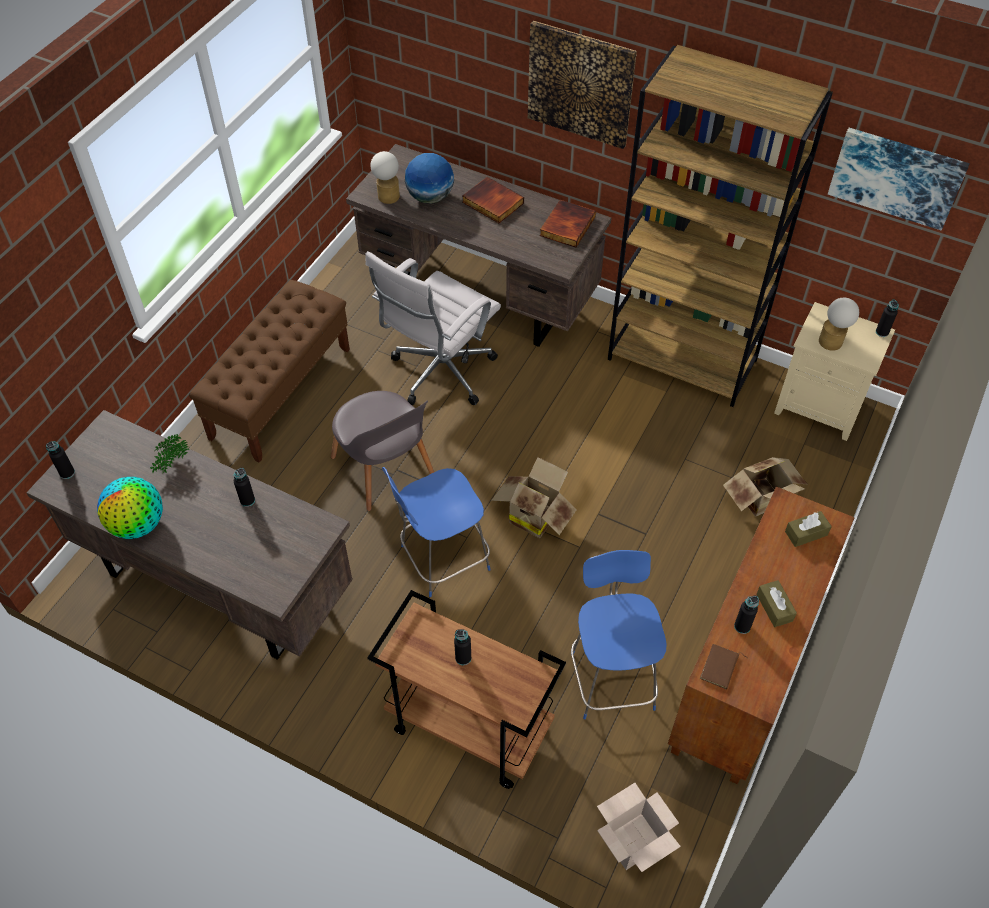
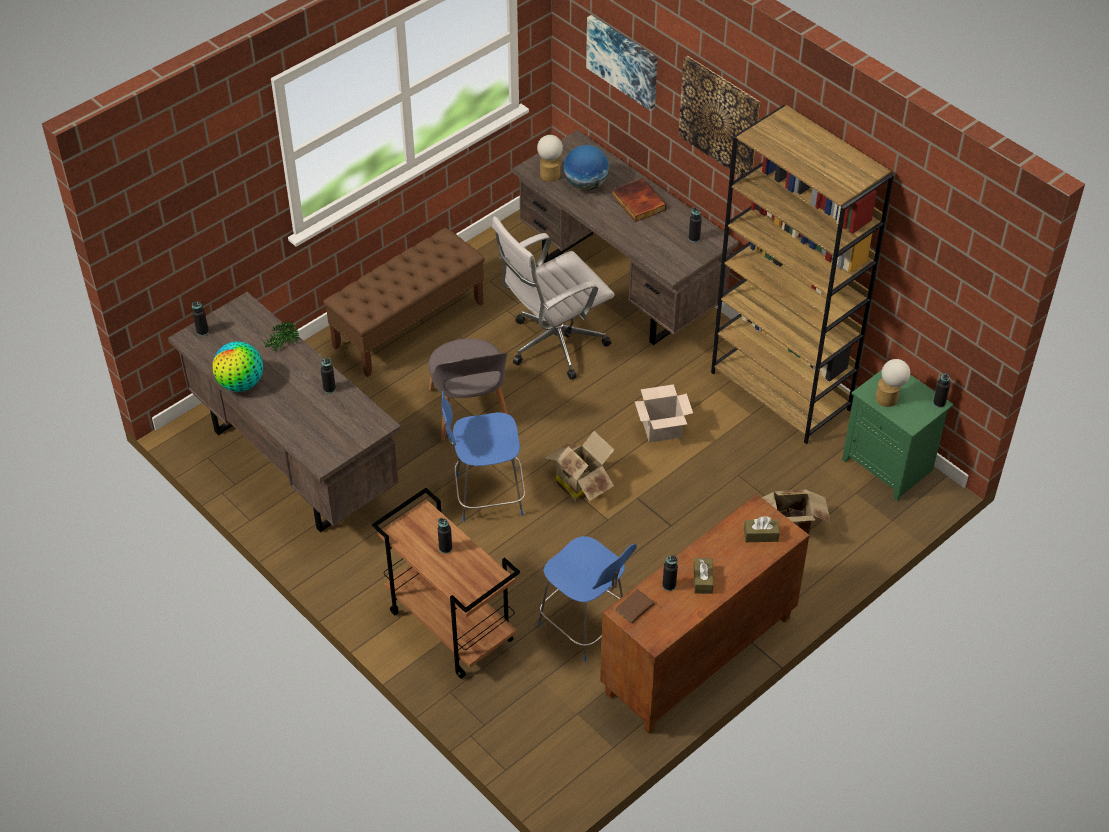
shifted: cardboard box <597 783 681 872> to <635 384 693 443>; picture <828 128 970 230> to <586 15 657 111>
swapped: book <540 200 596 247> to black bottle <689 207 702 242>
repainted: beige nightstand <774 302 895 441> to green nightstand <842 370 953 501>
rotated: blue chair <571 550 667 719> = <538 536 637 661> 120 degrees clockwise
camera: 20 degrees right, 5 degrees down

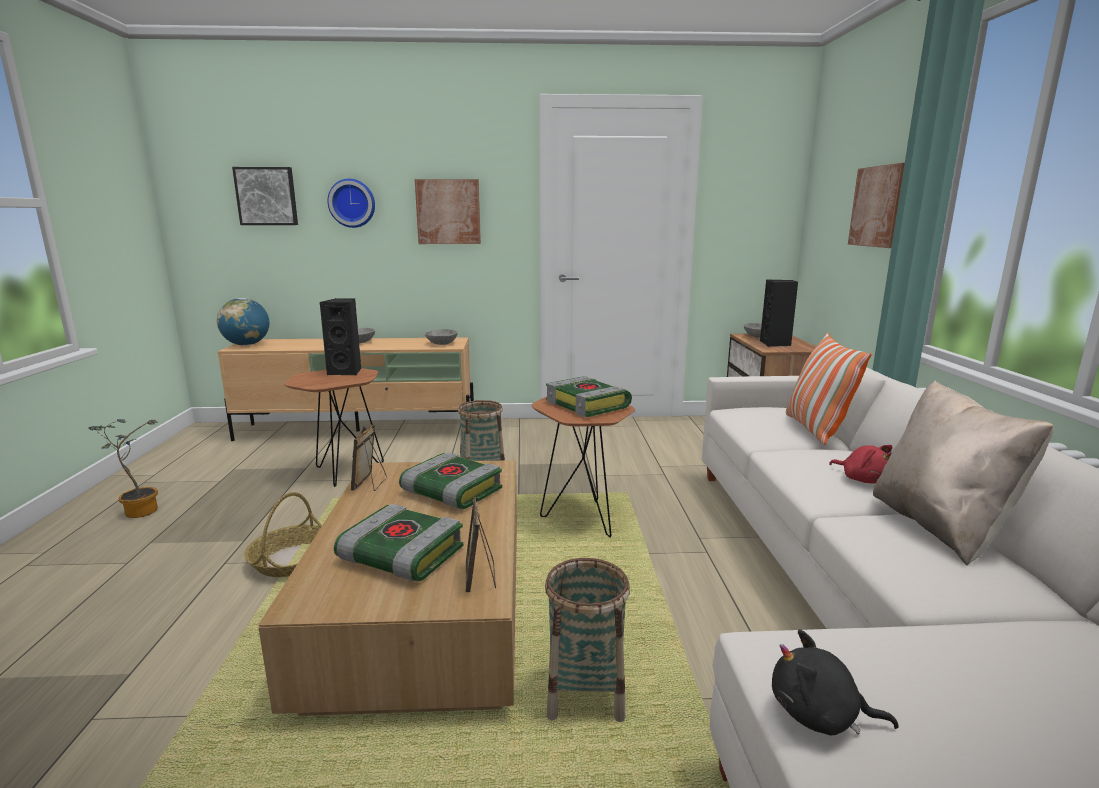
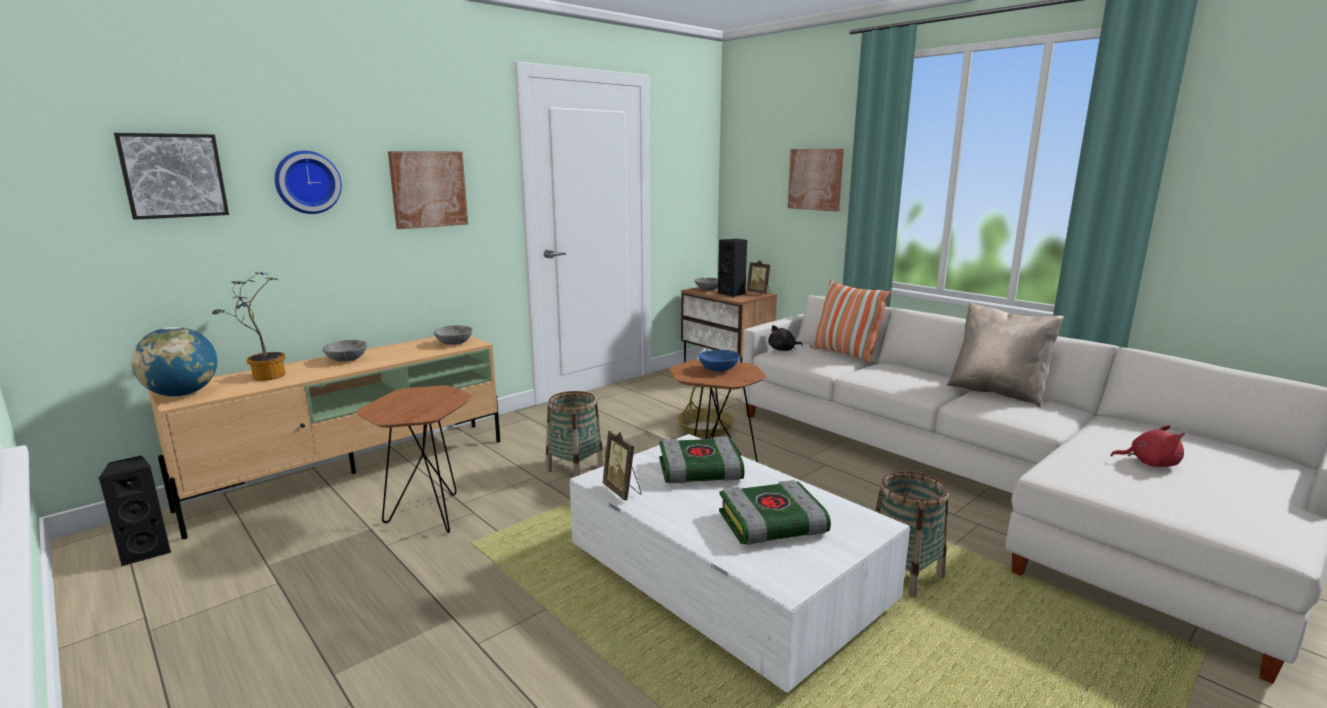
shifted: potted plant <88 419 158 518> to <212 272 286 381>; basket <244 492 322 577> to <677 386 734 438>; black speaker <320 298 362 375> to <98 456 171 567>; picture frame <466 497 496 592> to <746 260 770 294>; black plush toy <772 629 899 735> to <768 325 803 351>; red plush toy <829 445 892 483> to <1110 425 1185 467>
swapped: book <546 376 632 417> to blue bowl <699 350 740 372>
repainted: brown coffee table <258 460 517 716> to white coffee table <570 434 910 693>
camera: 40 degrees left, 0 degrees up

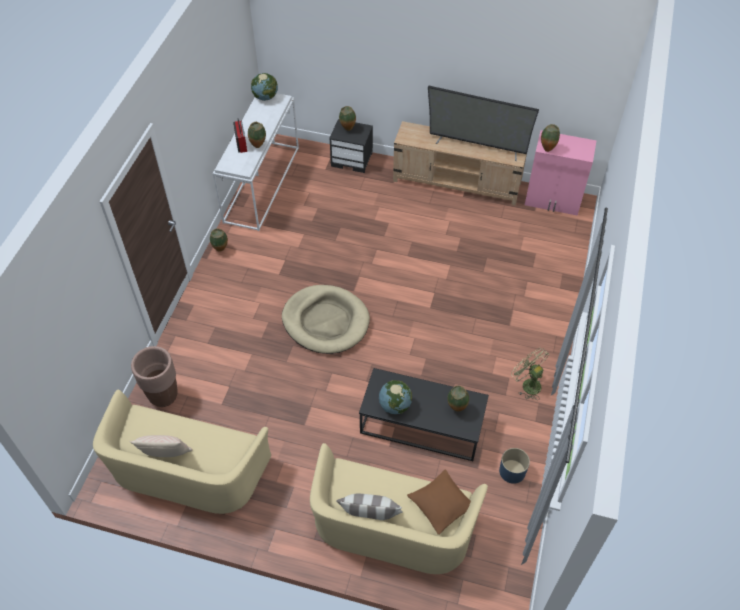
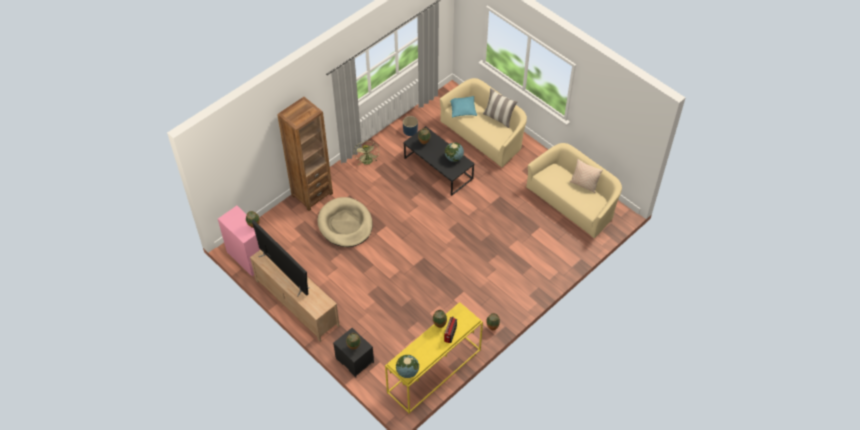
gone: brown planter <131 346 178 407>
new: brown bookcase <277 97 333 211>
shifted: beige dog bed <282 285 370 354> to <317 197 373 247>
repainted: white console table <213 93 299 231> to yellow console table <385 302 483 414>; brown pillow <407 469 471 535> to turquoise pillow <450 96 477 118>
camera: 150 degrees left, 0 degrees up

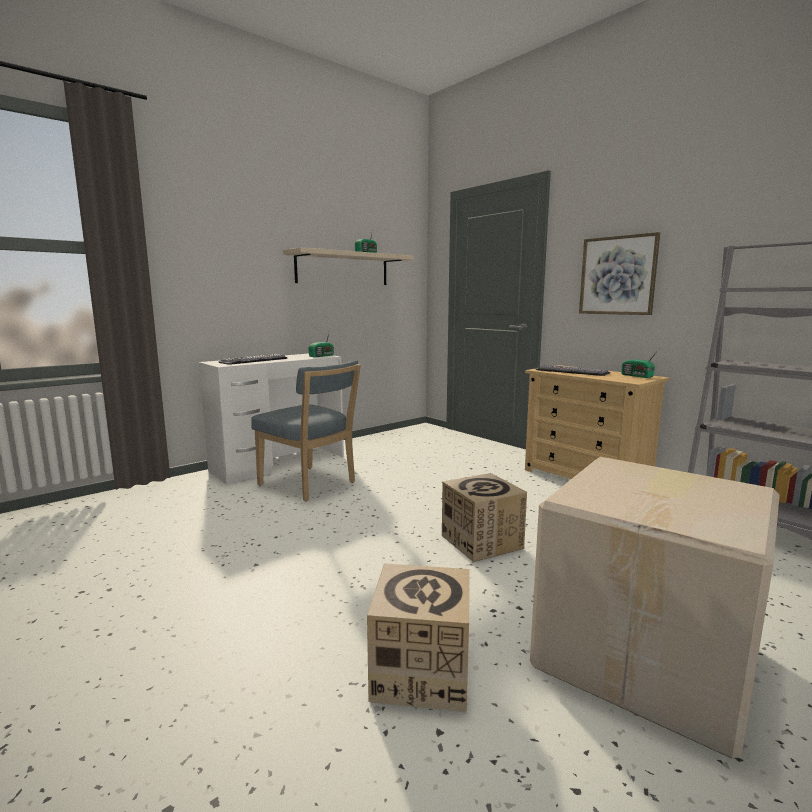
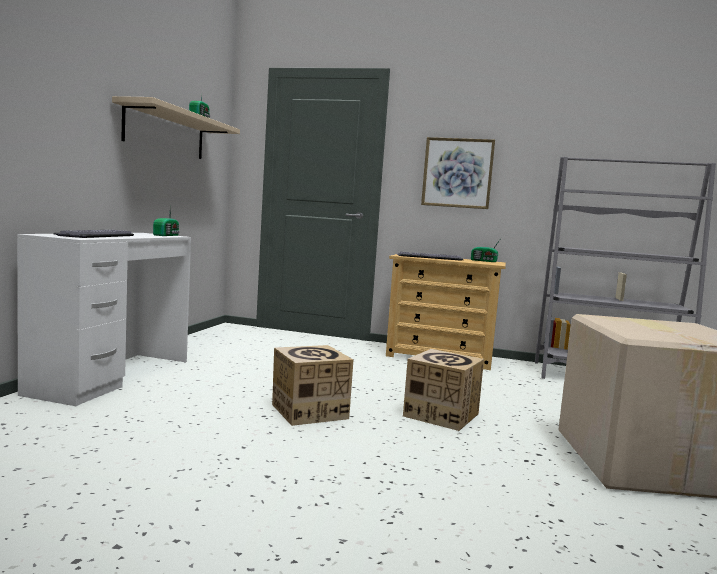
gone: blue chair <251 360 361 501>
shifted: cardboard box <367 563 470 712> to <272 345 353 426>
camera: 35 degrees left, 5 degrees down

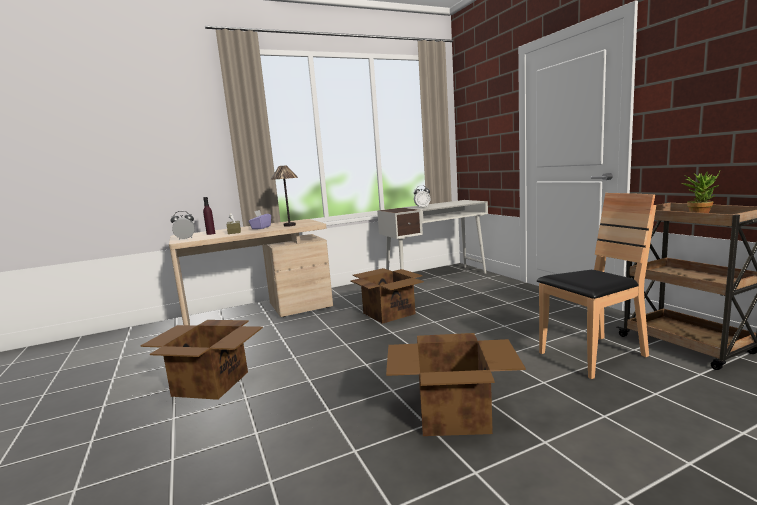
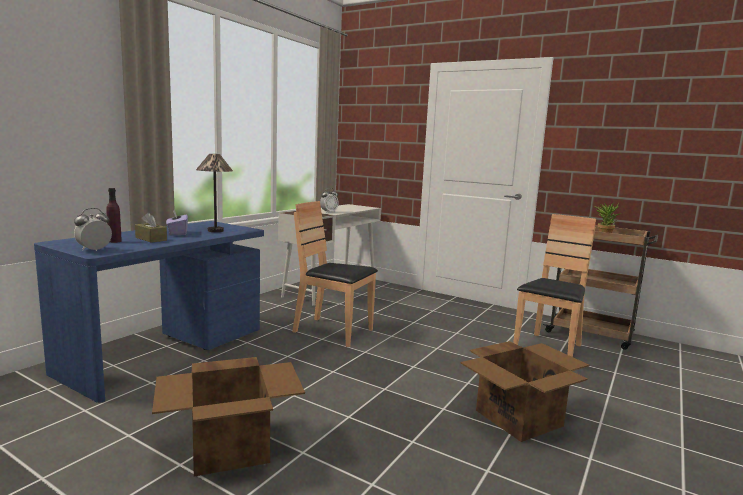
swapped: cardboard box <350 268 424 324> to brown chair <292 201 378 347>
repainted: beige desk <169 219 333 325> to blue desk <34 221 264 403>
camera: 35 degrees left, 0 degrees up

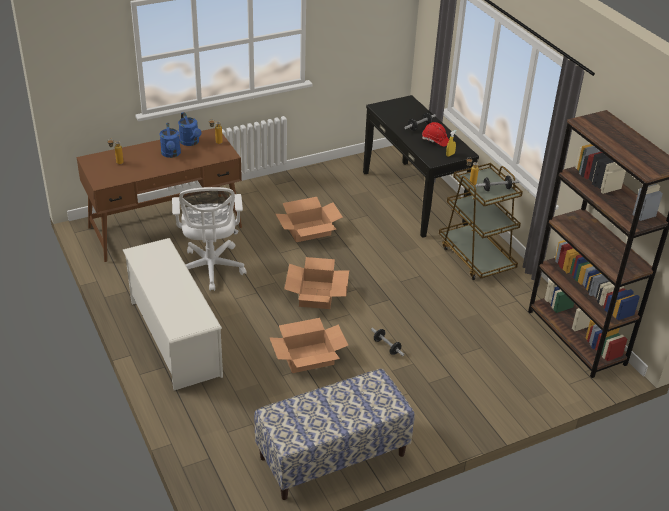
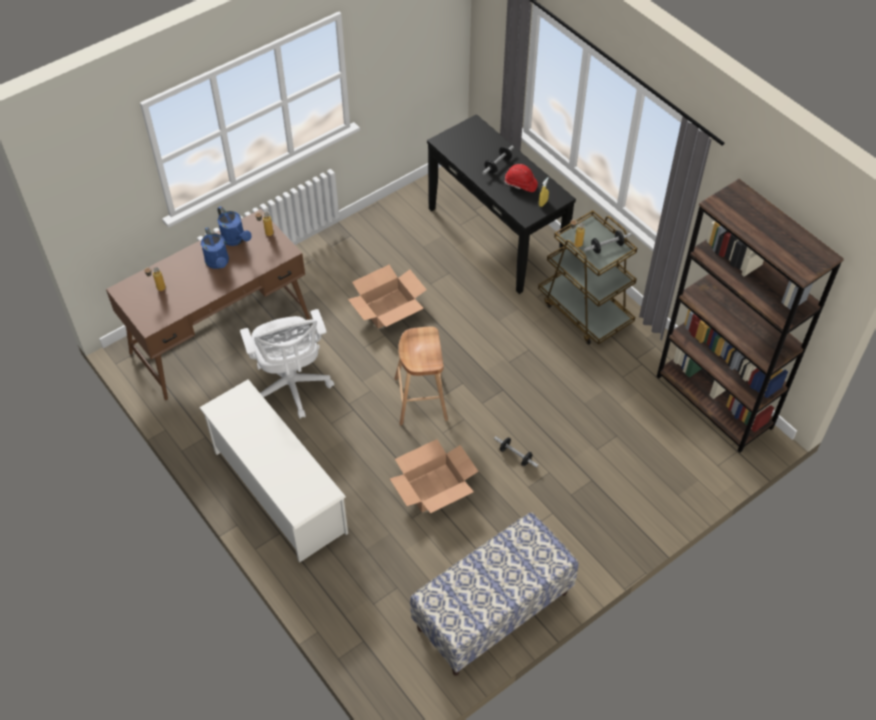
swapped: cardboard box <284 257 349 309> to brown stool <394 327 448 425>
camera: 10 degrees left, 15 degrees up

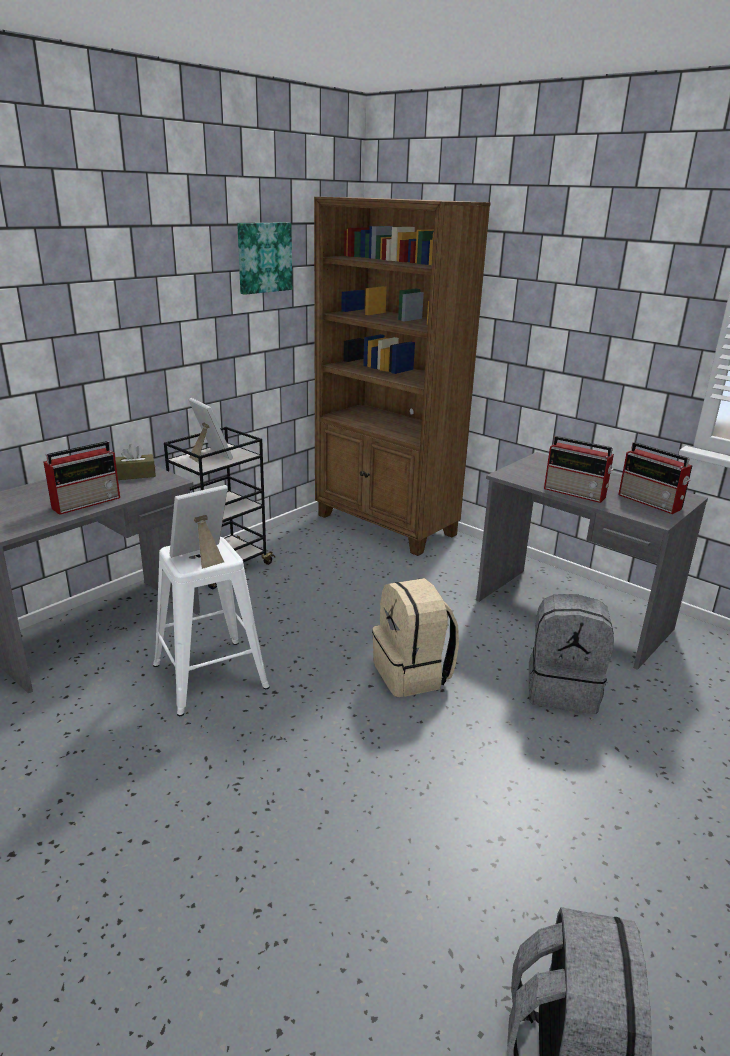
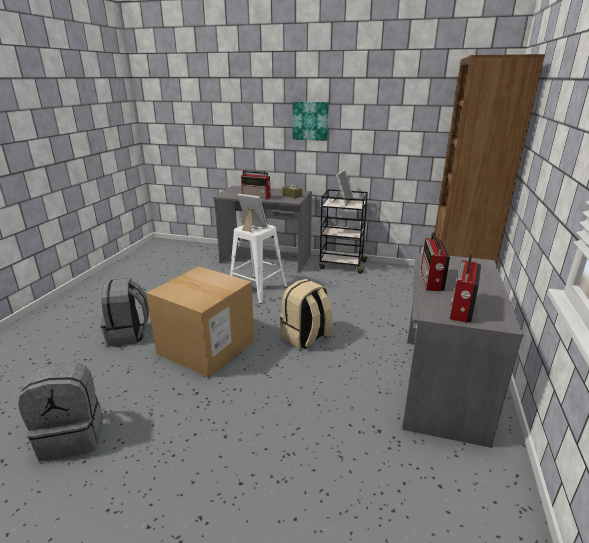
new: cardboard box <146 266 254 378>
shifted: picture <237 222 292 295> to <292 101 329 141>; grey backpack <529 594 614 714> to <100 278 149 347>
camera: 65 degrees right, 0 degrees up

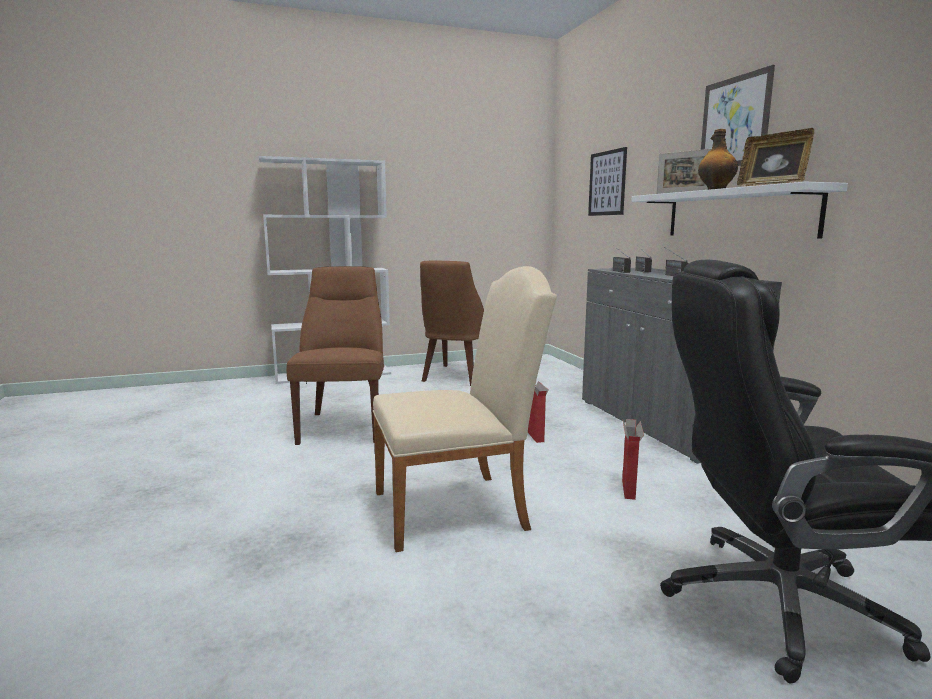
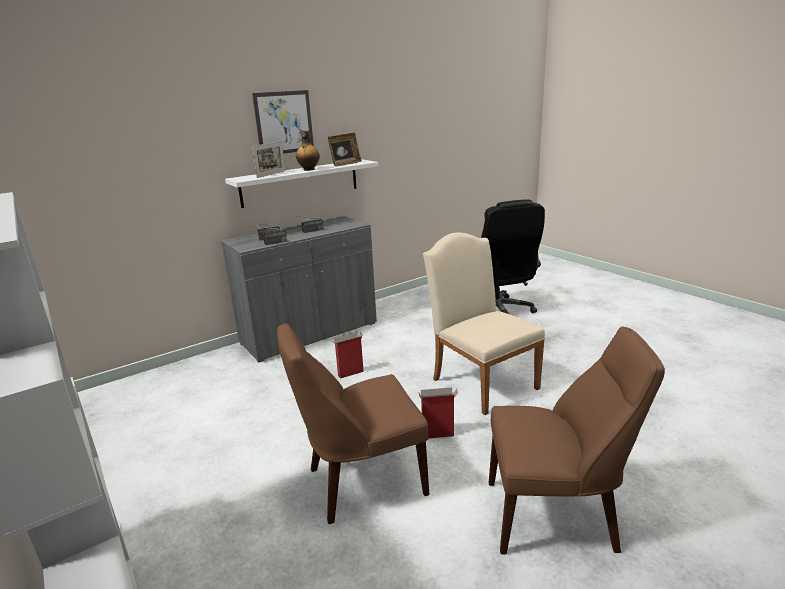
gone: picture <588 147 627 216>
shifted: brown chair <420 261 484 386> to <489 326 665 554>; cardboard box <622 419 644 500> to <418 387 458 438>
camera: 105 degrees left, 10 degrees up

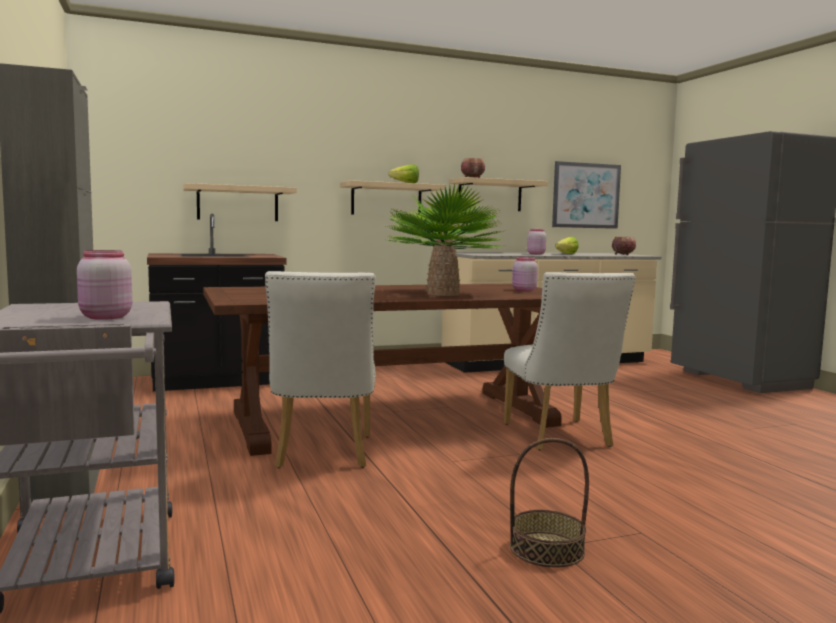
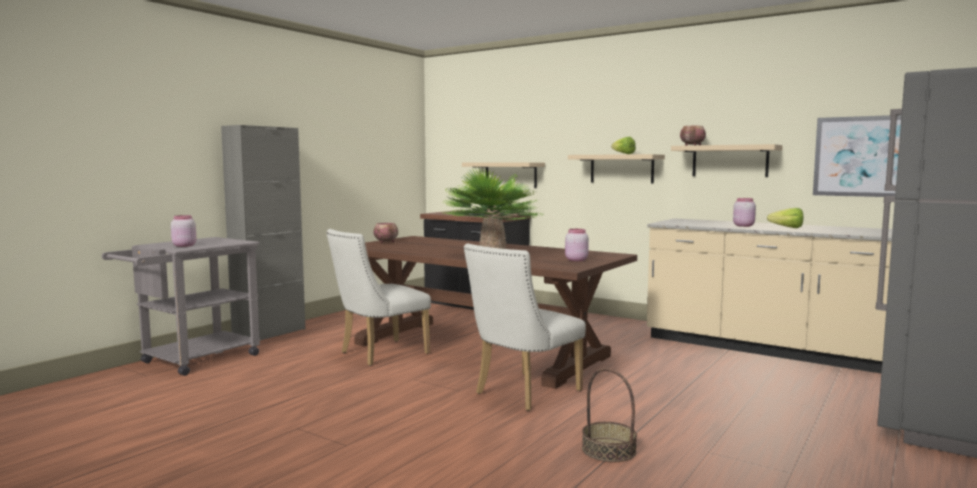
shifted: basket <510 438 589 568> to <582 368 637 462>; bowl <612 237 636 255> to <374 223 398 243>
camera: 55 degrees right, 0 degrees up

